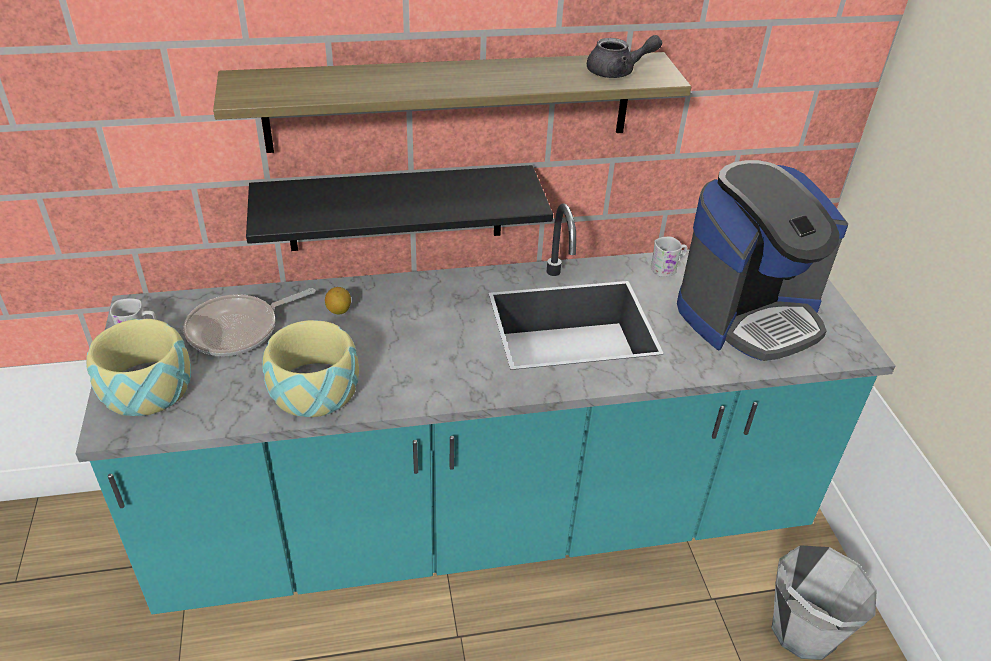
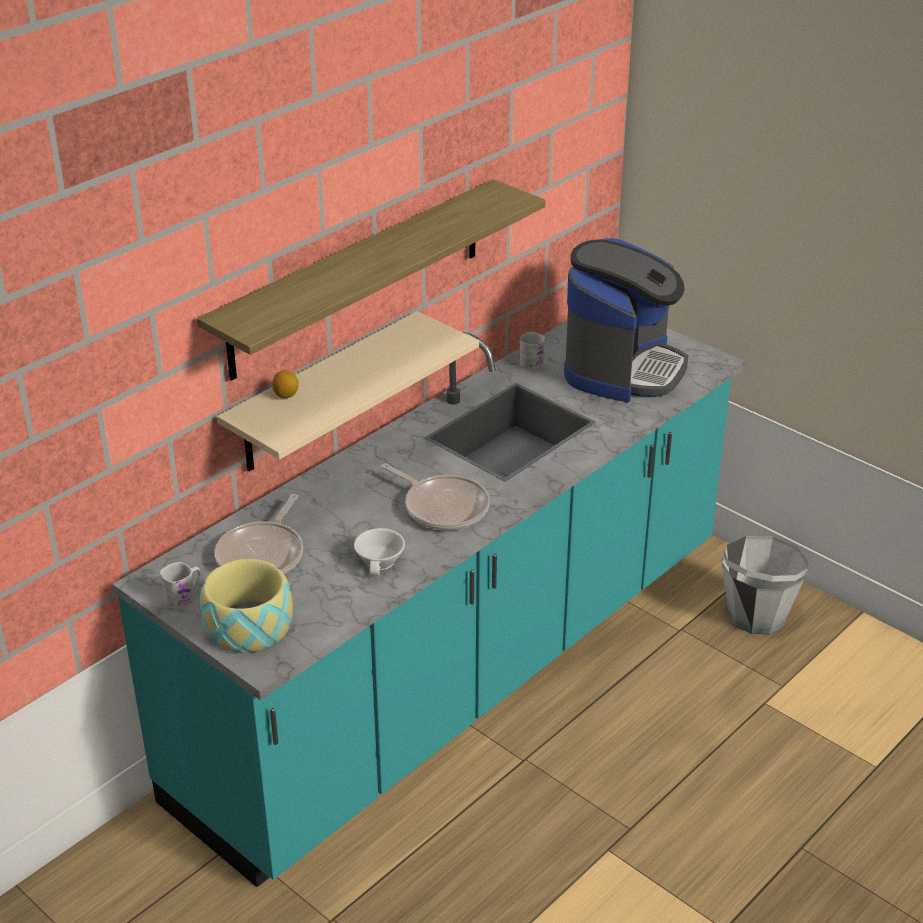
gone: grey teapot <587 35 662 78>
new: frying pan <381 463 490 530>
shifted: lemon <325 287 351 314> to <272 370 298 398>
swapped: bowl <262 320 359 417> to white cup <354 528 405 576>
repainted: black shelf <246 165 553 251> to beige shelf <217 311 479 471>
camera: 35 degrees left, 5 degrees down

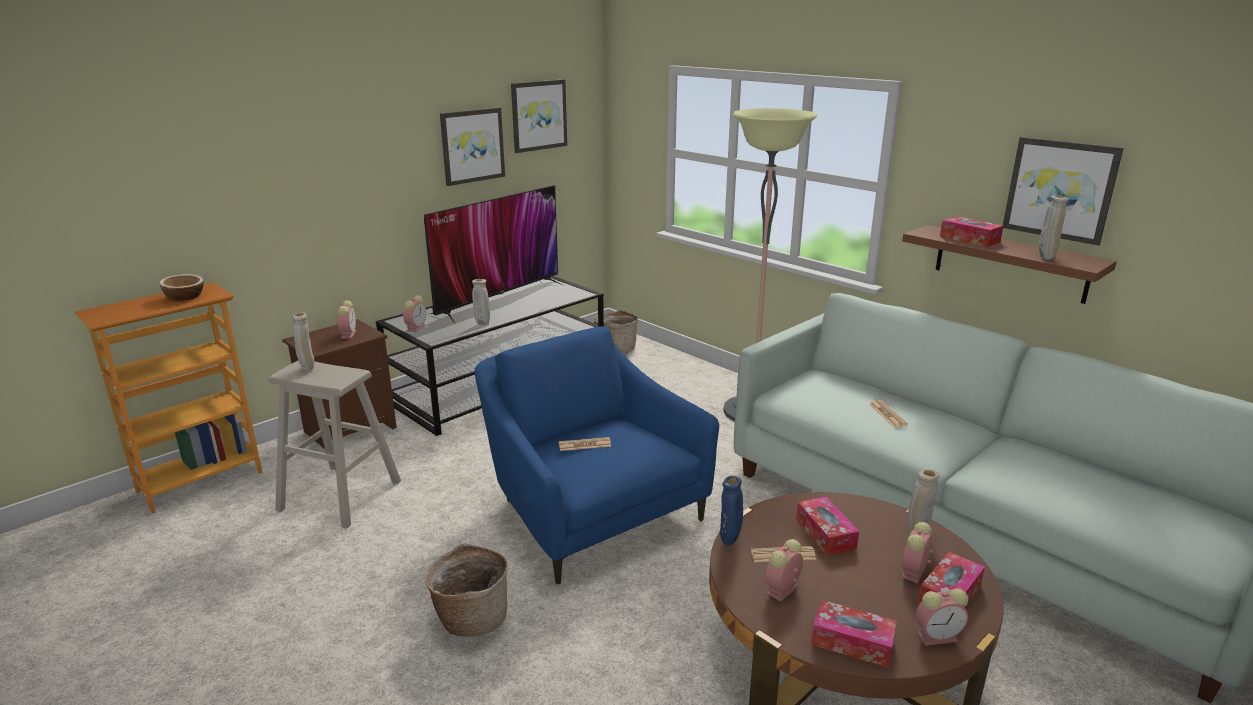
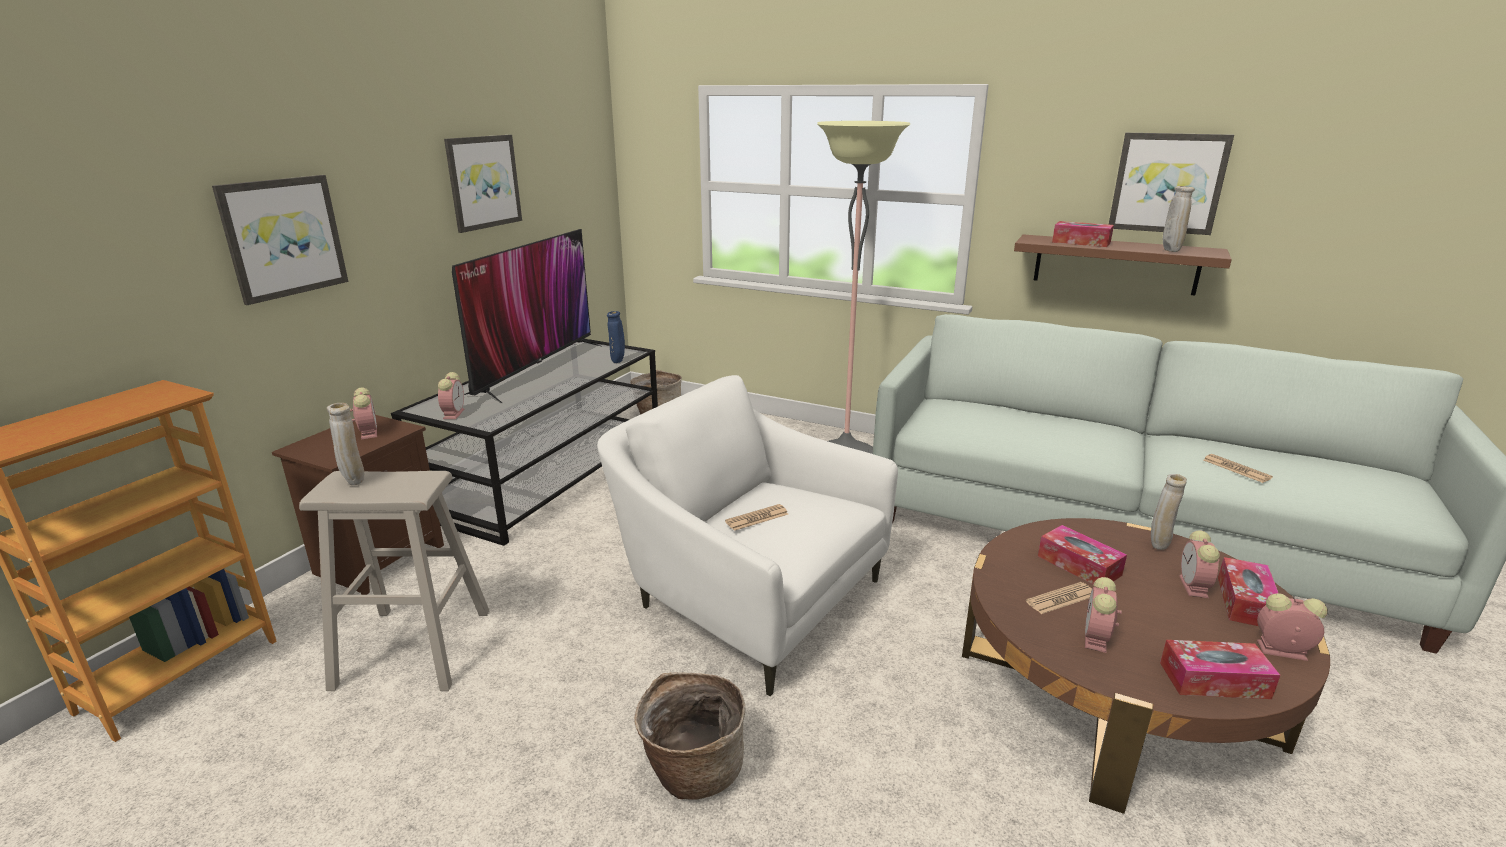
gone: bowl <160 274 204 301>; beige vase <472 279 490 326>
shifted: picture <511 79 567 153> to <212 175 348 305>; blue vase <720 476 743 545> to <607 311 625 363>; newspaper <869 400 908 427> to <1204 454 1273 483>
repainted: blue armchair <475 326 719 585> to white armchair <597 375 898 696>
rotated: alarm clock <916 588 968 646> = <1257 593 1328 661> 135 degrees counterclockwise
camera: 20 degrees left, 0 degrees up

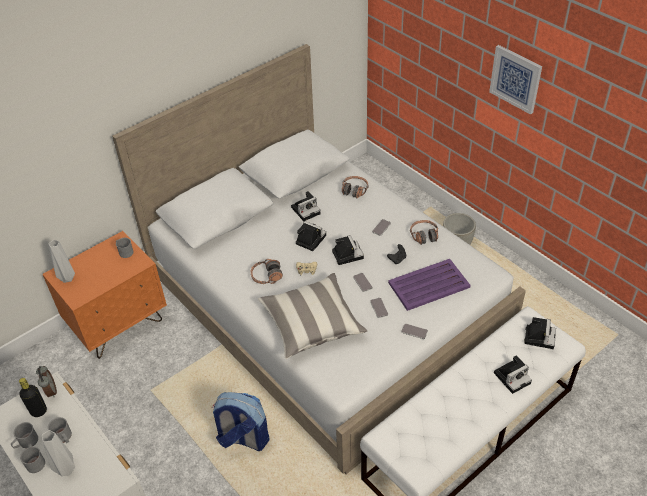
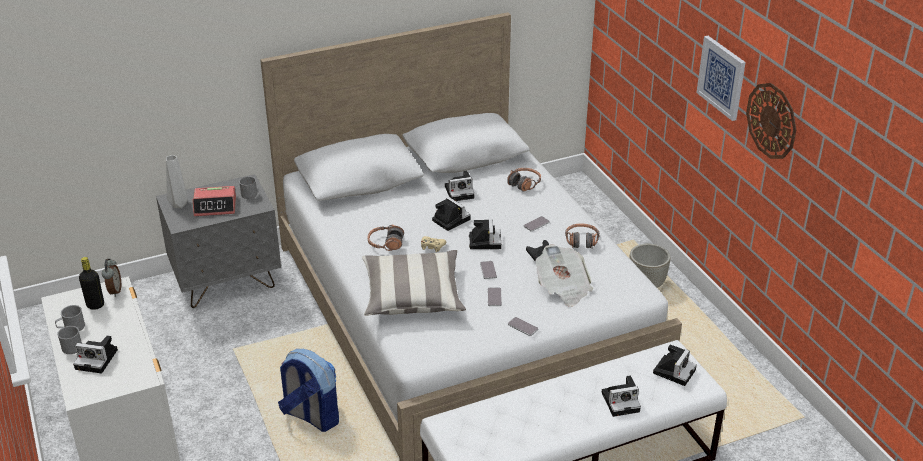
gone: grey mug <48 417 72 443>
new: alarm clock <193 186 236 216>; wall clock <746 83 796 159>
swapped: grey vase <42 430 75 476> to photo camera <73 335 118 374>; purple tray <388 259 470 311> to newspaper <535 244 593 307>
repainted: orange nightstand <42 231 167 359> to grey nightstand <156 174 281 308>
camera: 15 degrees right, 10 degrees down

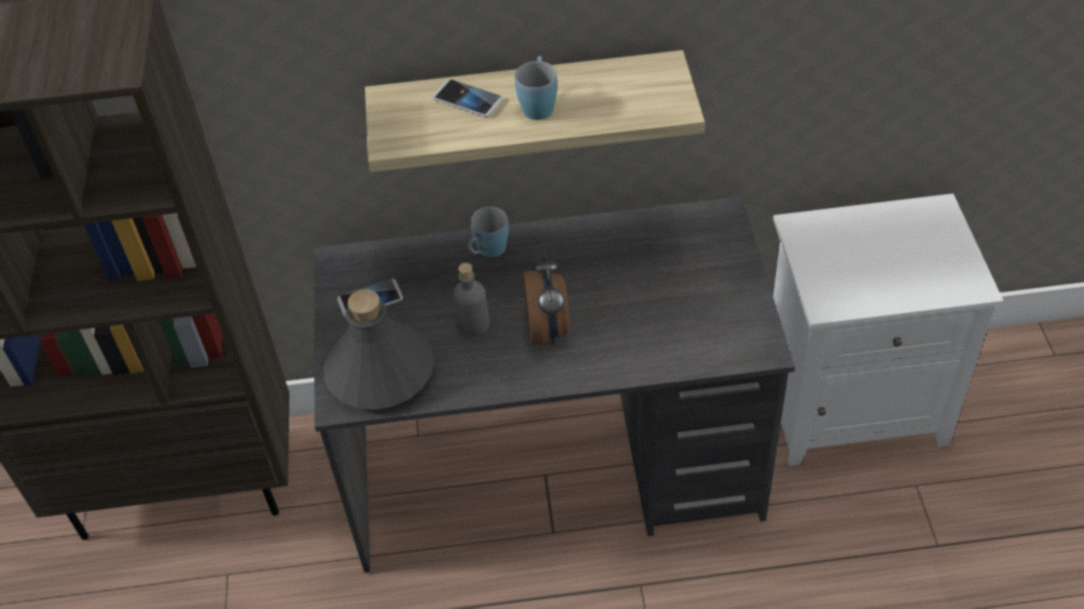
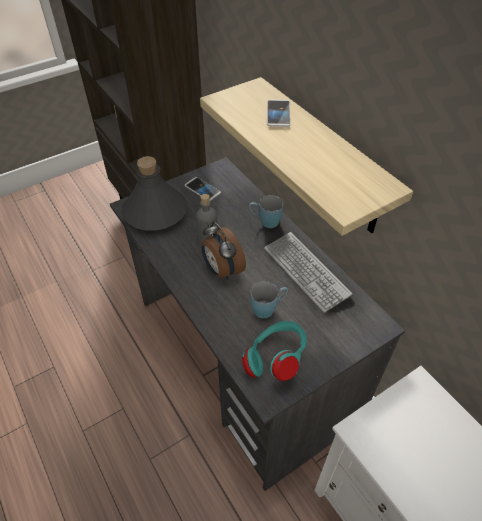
new: turquoise headphones <242 321 307 381>; keyboard <264 232 353 313>
shifted: blue mug <515 56 557 120> to <250 281 288 318>
rotated: alarm clock <523 254 570 345> = <202 222 246 280> 90 degrees clockwise
camera: 60 degrees right, 0 degrees up

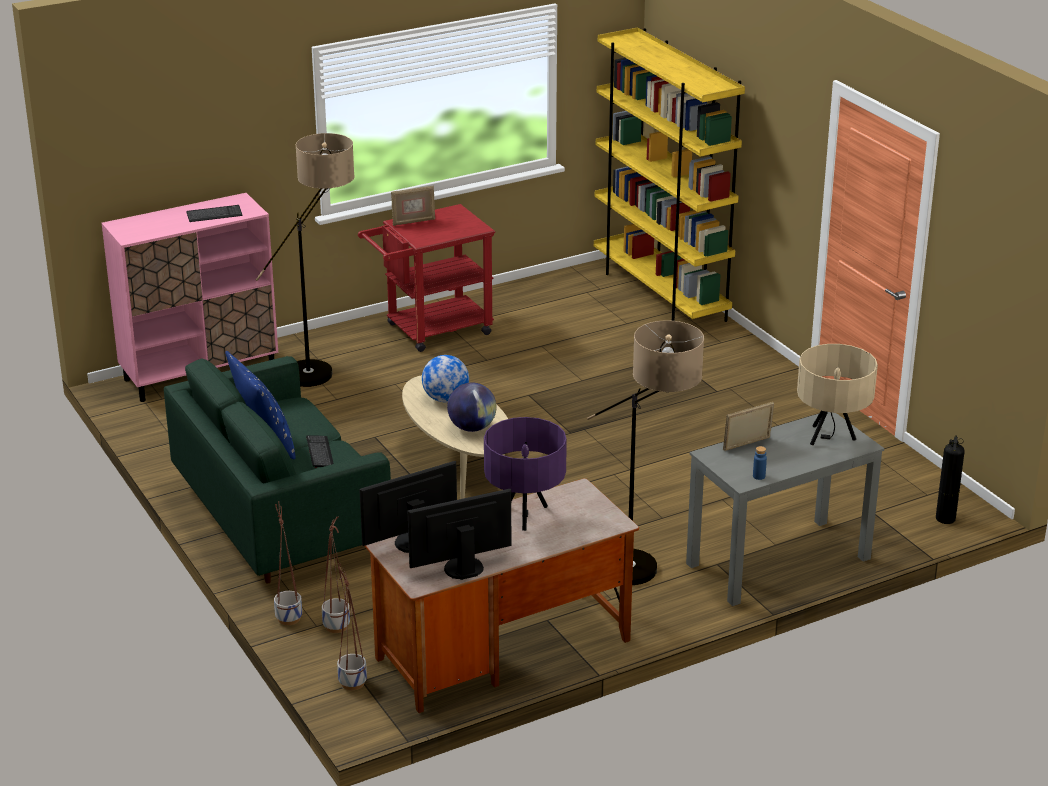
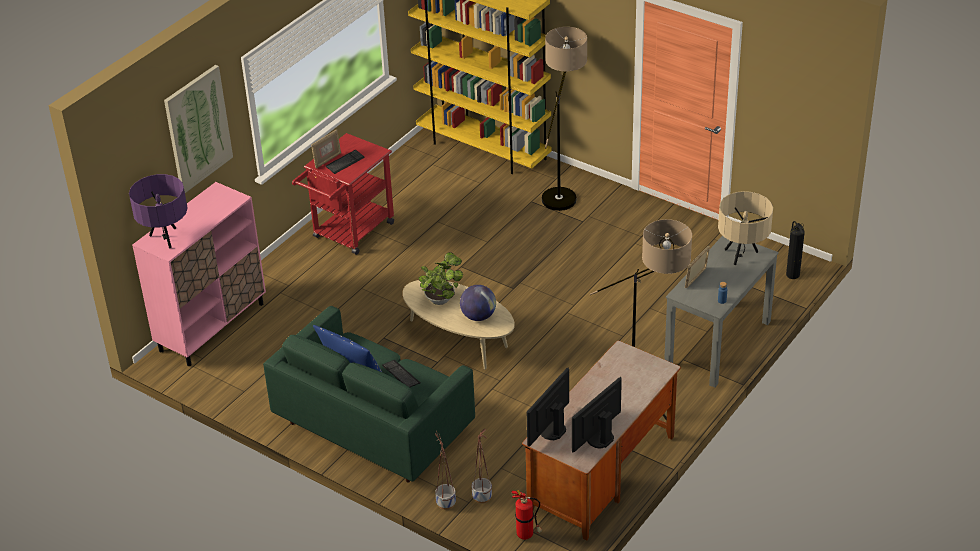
new: picture <164 65 233 193>
shifted: keyboard <186 205 242 222> to <326 150 365 174>; floor lamp <256 133 354 387> to <542 27 587 211>; purple table lamp <484 417 567 531> to <129 174 188 248>
swapped: planter <337 564 367 690> to fire extinguisher <511 490 542 540>; globe <422 355 469 402> to potted plant <418 252 463 305>
camera: 25 degrees left, 10 degrees up

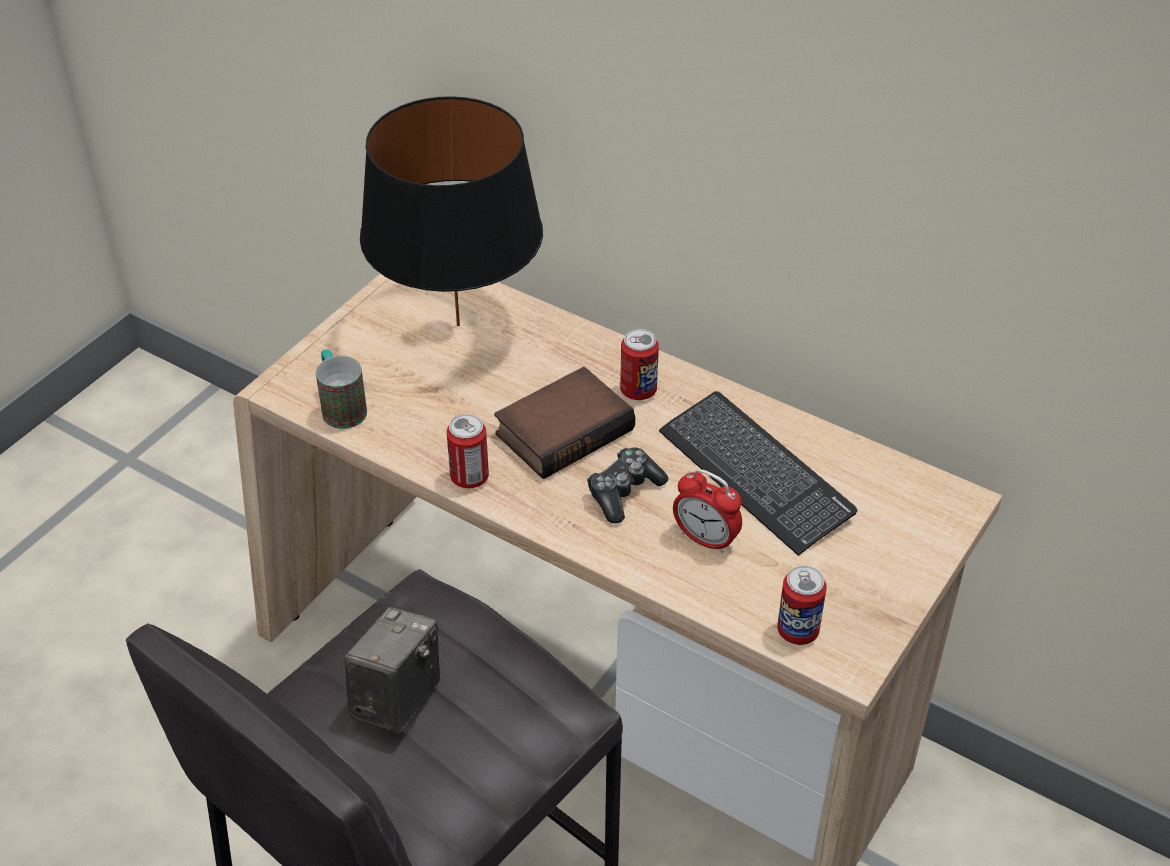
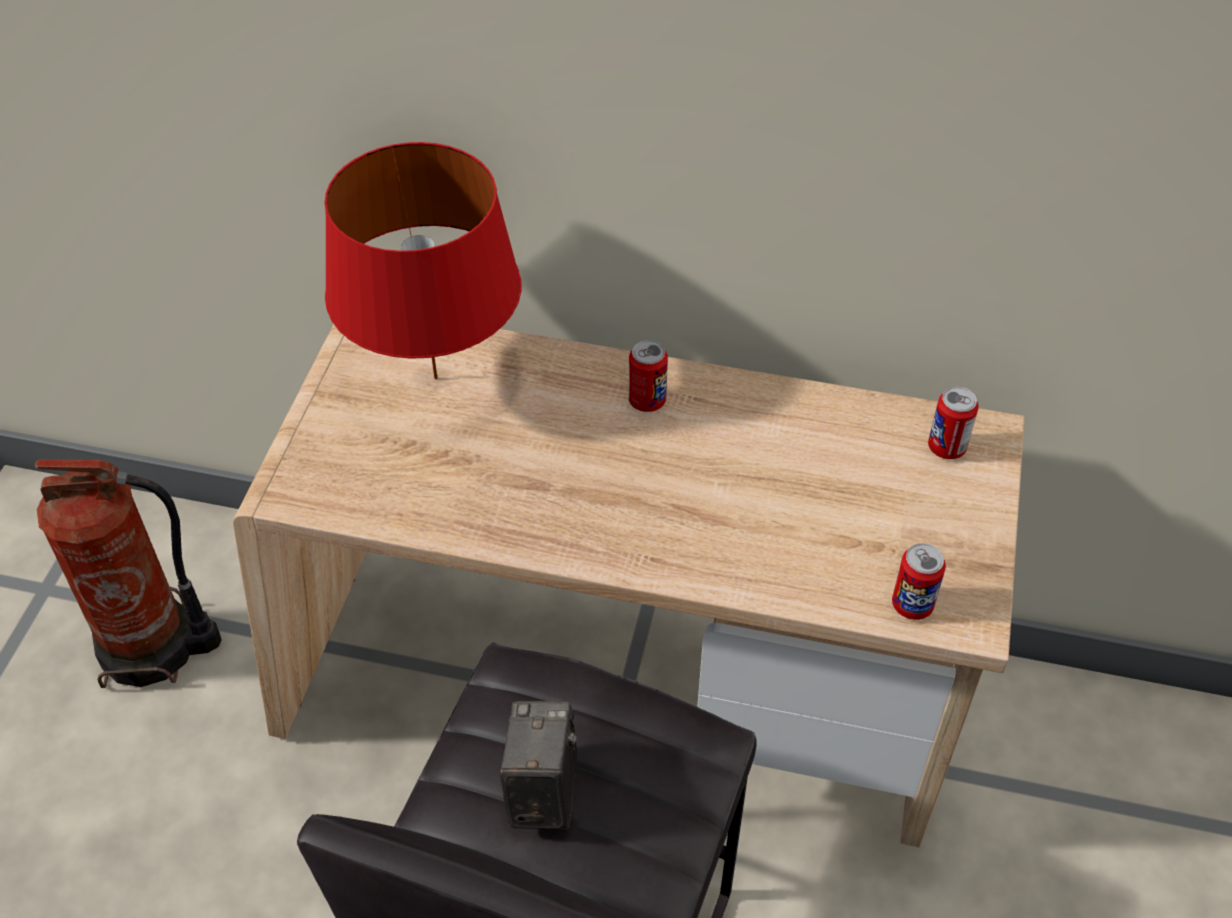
gone: mug <316 349 367 429>; book <494 367 635 479>; game controller <587 448 668 523>; keyboard <659 391 858 556>; alarm clock <673 469 742 553>
new: fire extinguisher <34 460 222 688>
shifted: can <446 414 489 488> to <928 386 979 459>
repainted: black table lamp <360 96 543 326> to red table lamp <325 142 521 379>
camera: 20 degrees left, 5 degrees up

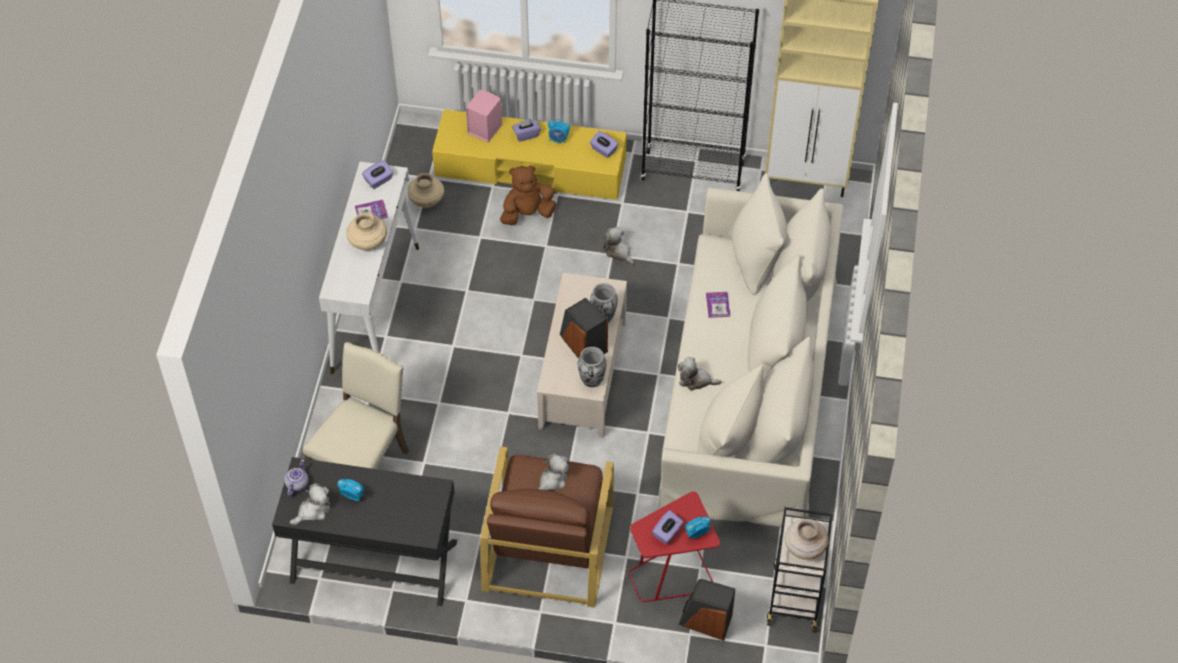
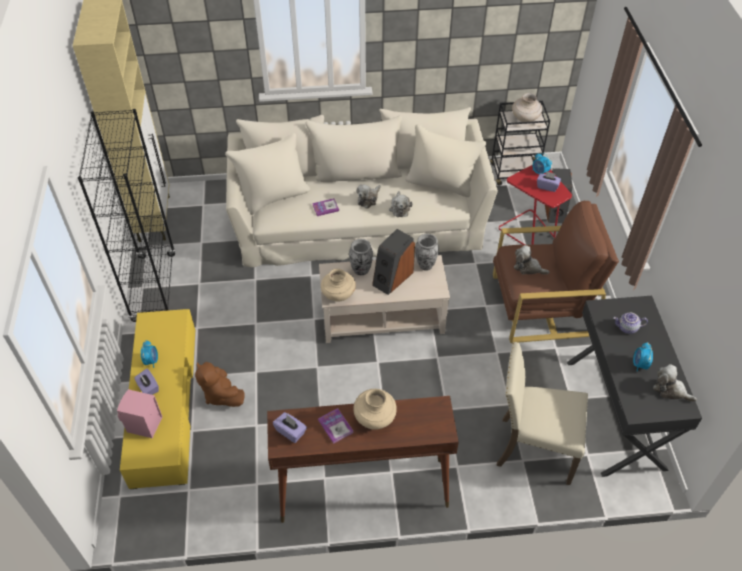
gone: purple tissue box <589 131 618 158>
shifted: teapot <284 459 309 496> to <613 313 648 334>; beige vase <407 173 444 208> to <321 269 356 301>; plush toy <603 227 634 265> to <357 184 381 209>
repainted: white console table <319 162 419 374> to brown console table <267 396 459 523>
camera: 105 degrees left, 5 degrees down

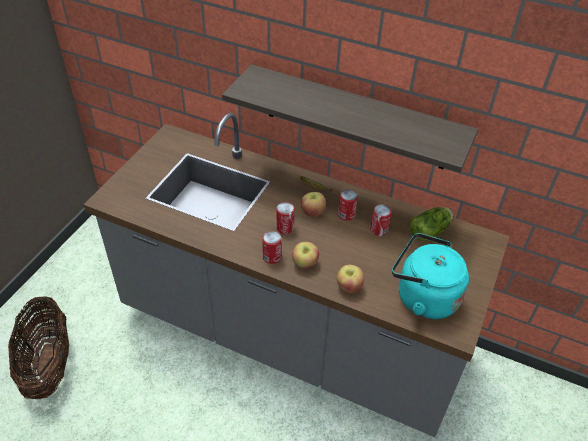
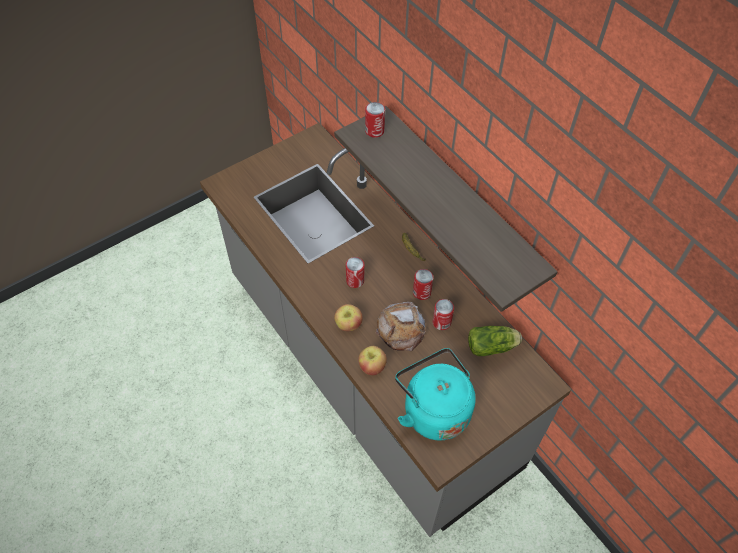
gone: basket <8 296 69 399>; apple <301 192 326 217>
new: bread <376 302 425 351>
shifted: can <262 231 282 264> to <365 102 385 138>
camera: 30 degrees right, 10 degrees up

